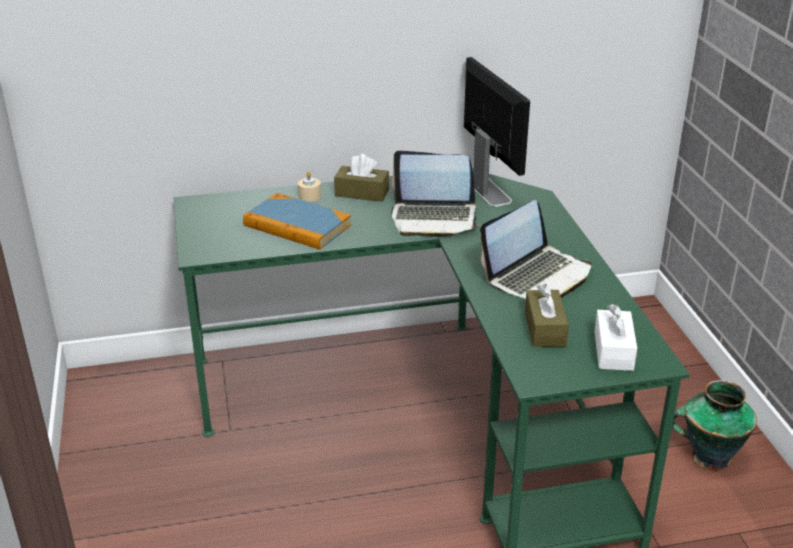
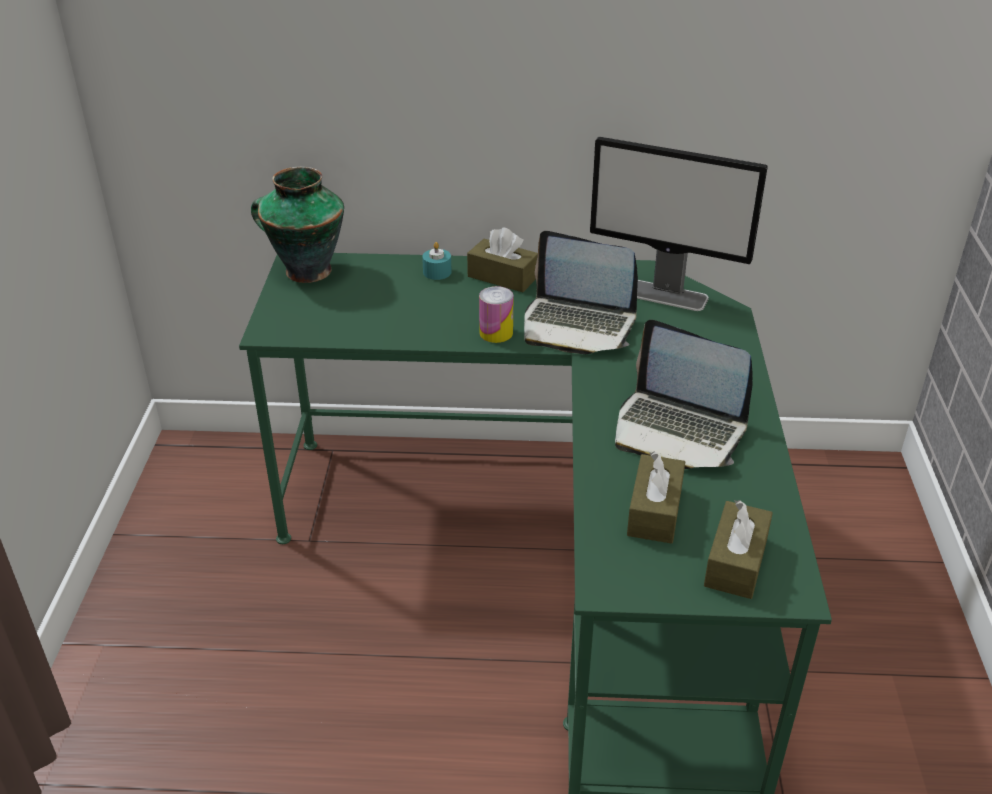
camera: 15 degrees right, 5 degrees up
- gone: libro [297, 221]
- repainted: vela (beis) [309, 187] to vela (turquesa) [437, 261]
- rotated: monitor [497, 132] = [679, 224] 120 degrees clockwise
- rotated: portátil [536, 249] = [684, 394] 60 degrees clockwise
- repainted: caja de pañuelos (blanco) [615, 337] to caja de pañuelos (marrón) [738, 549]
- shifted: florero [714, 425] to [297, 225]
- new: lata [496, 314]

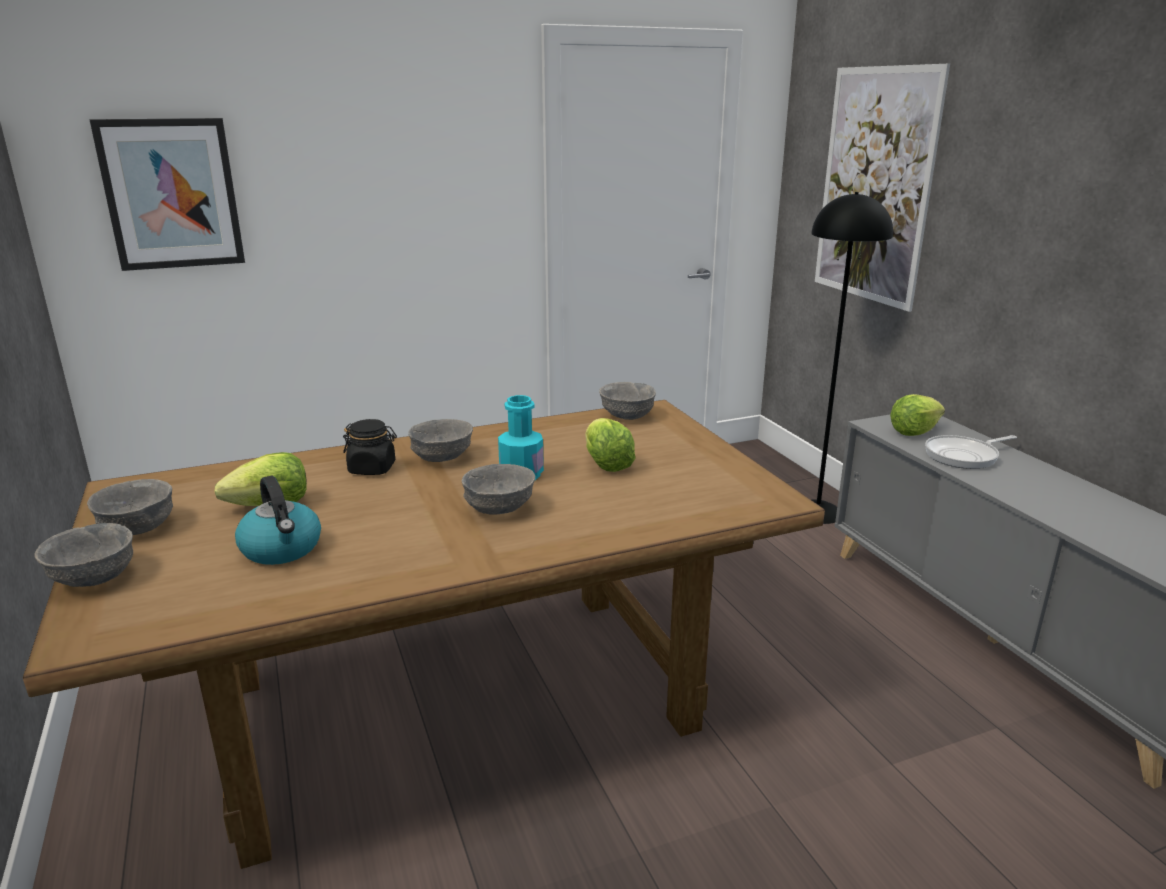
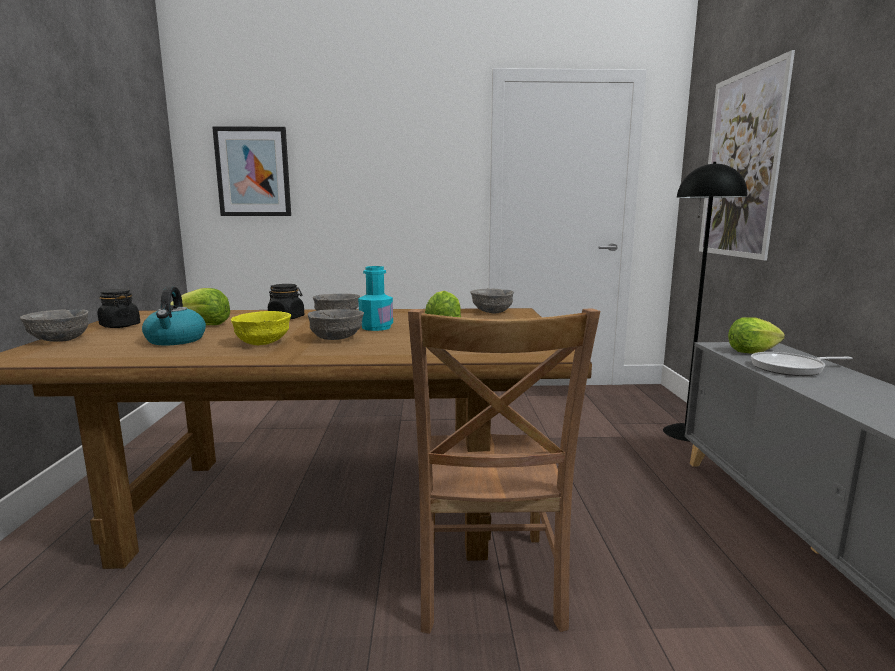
camera: 20 degrees right, 10 degrees down
- swapped: cuenco (gris) [130, 507] to tarro (negro) [118, 308]
- new: cuenco (amarillo) [261, 328]
- new: silla (marrón) [504, 471]

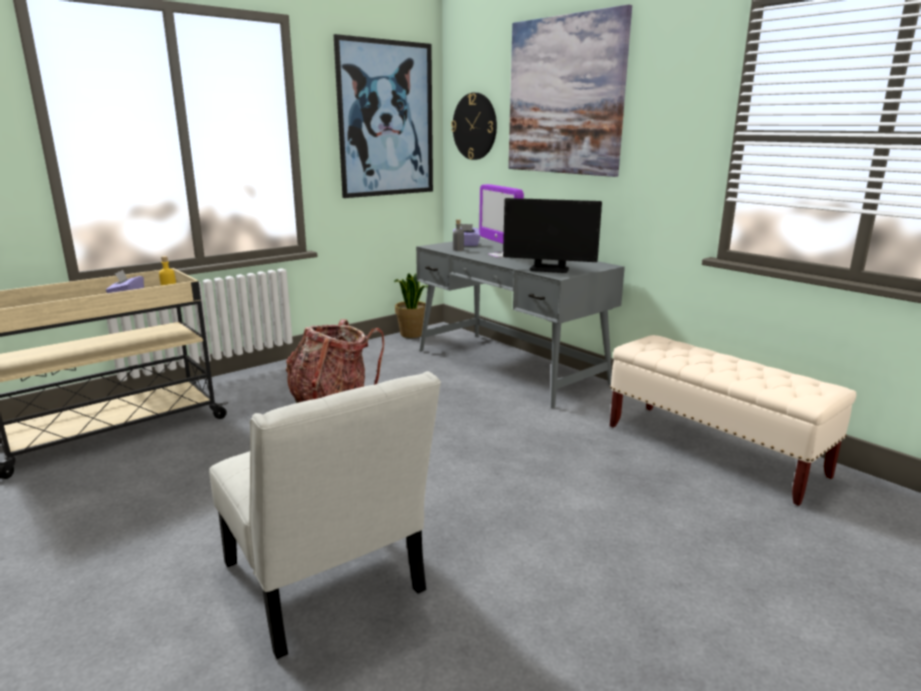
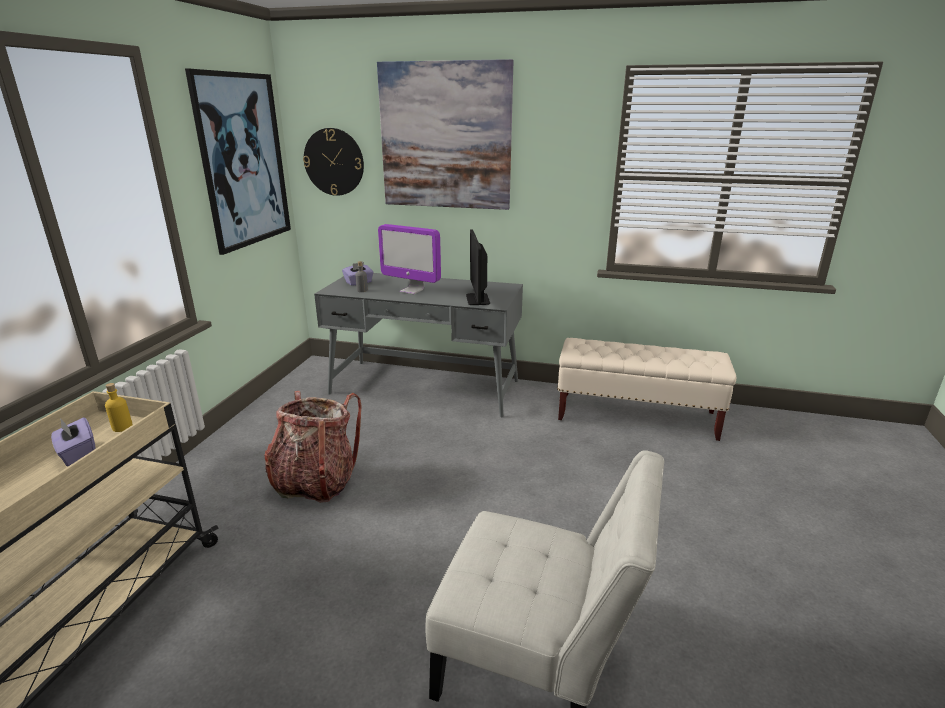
camera: 35 degrees left, 5 degrees up
- gone: planta en maceta [411, 305]
- rotated: monitor [552, 235] = [478, 267] 105 degrees clockwise

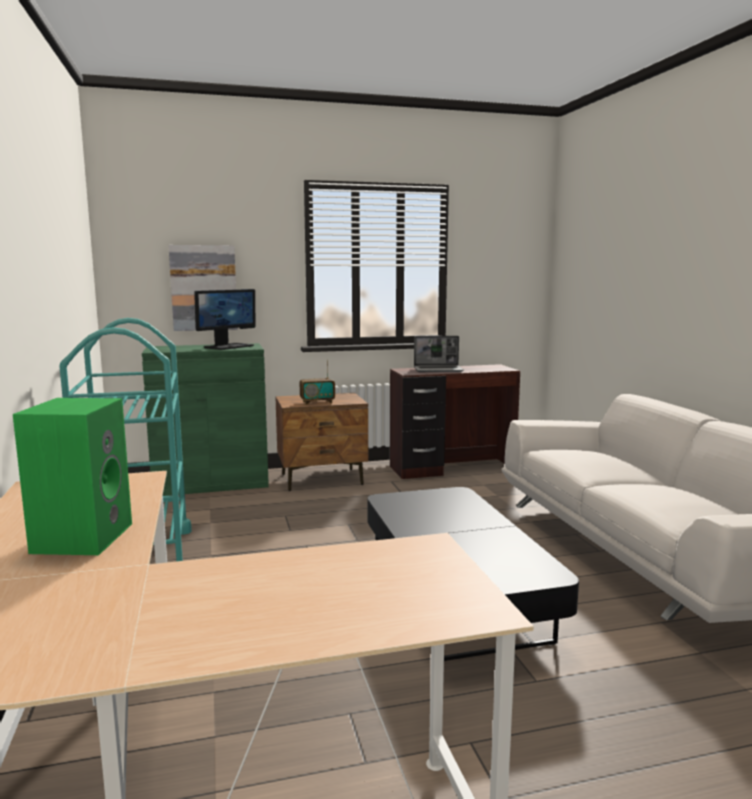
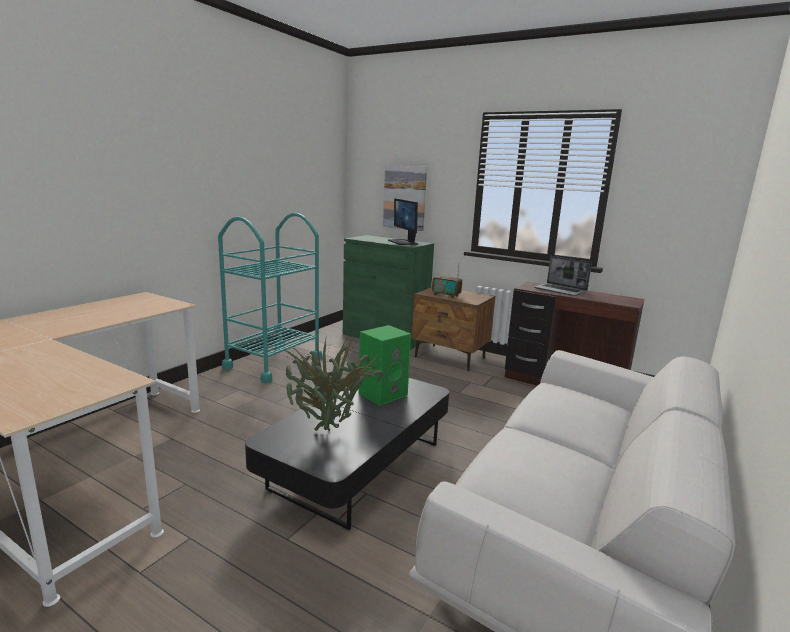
camera: 45 degrees right, 5 degrees up
- shifted: altavoz (verde) [72, 476] to [384, 365]
- rotated: monitor [224, 319] = [403, 221] 75 degrees clockwise
- new: planta en maceta [334, 383]

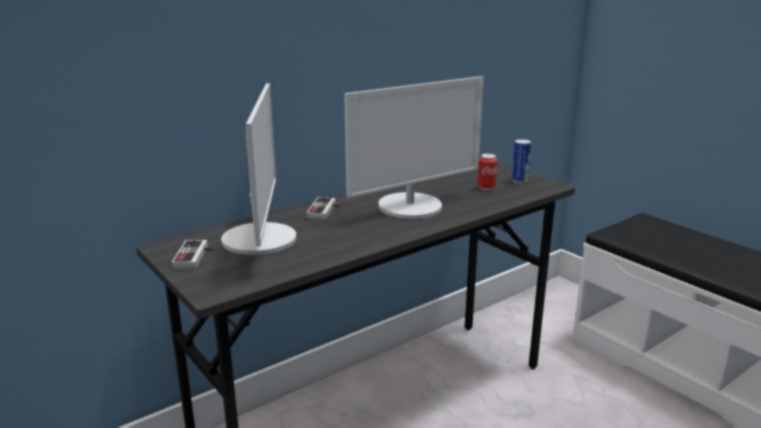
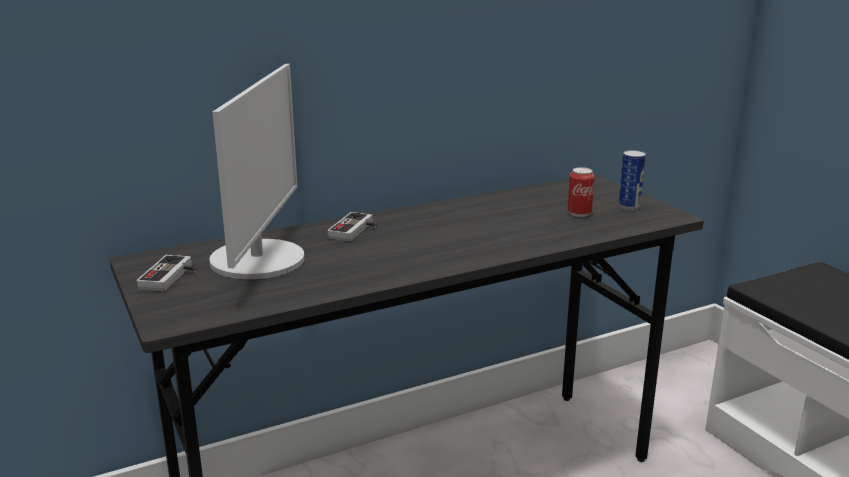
camera: 10 degrees right, 0 degrees up
- gone: monitor [414, 147]

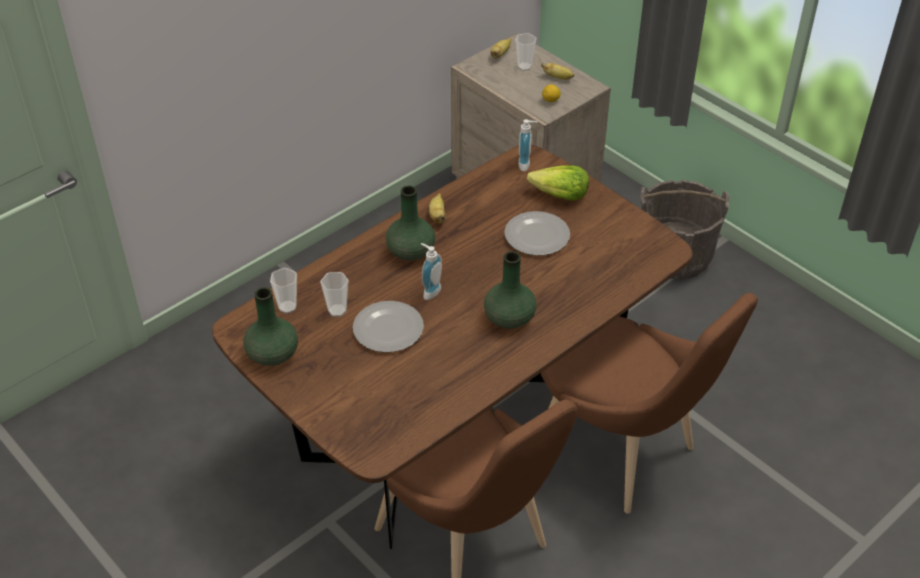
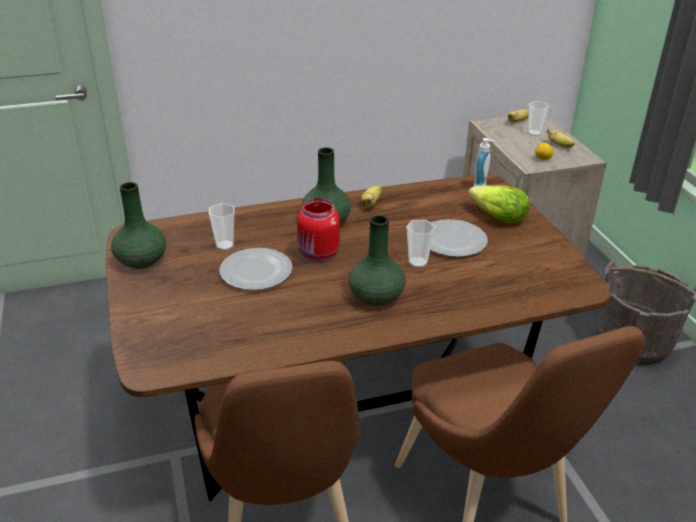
camera: 25 degrees right, 10 degrees down
- shifted: taza [283, 291] to [420, 243]
- swapped: dispensador de jabón [431, 271] to tarro (rojo) [318, 229]

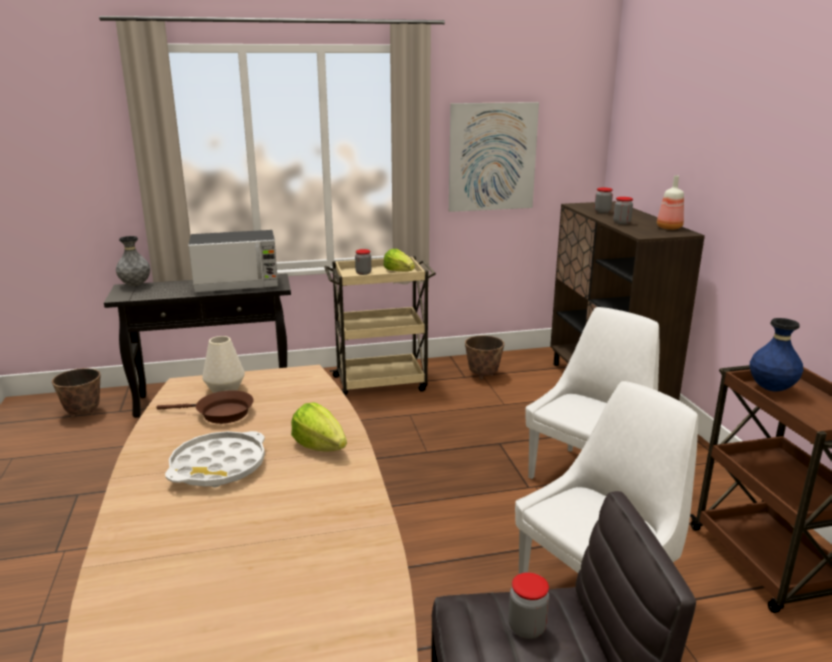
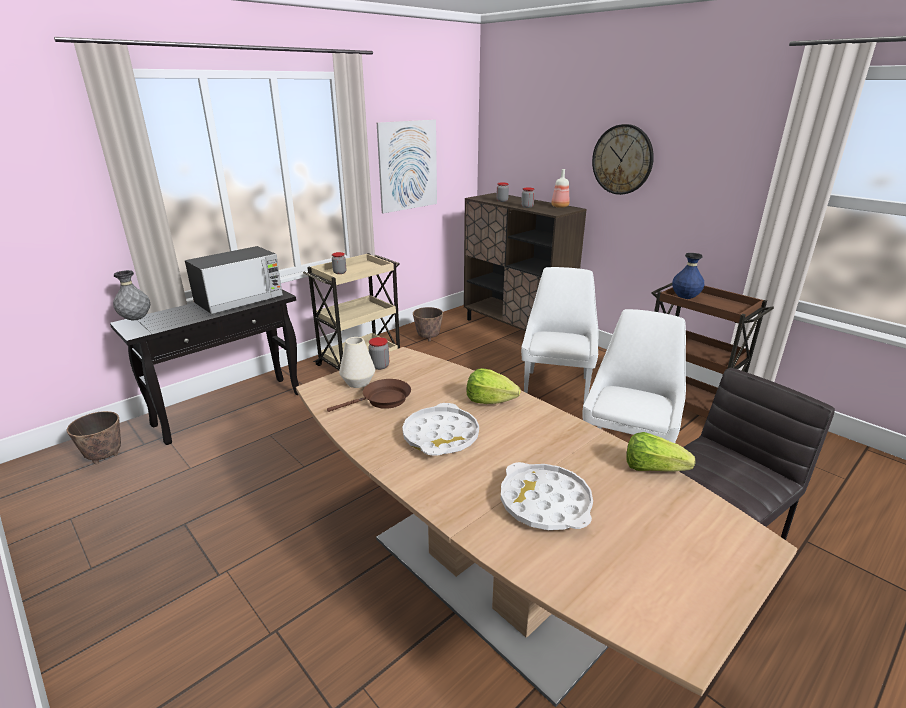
camera: 30 degrees left, 5 degrees up
- shifted: lechuga [399, 260] to [660, 452]
- shifted: tarro [528, 605] to [378, 353]
- new: bandeja (blanco) [547, 496]
- new: reloj de pared [623, 159]

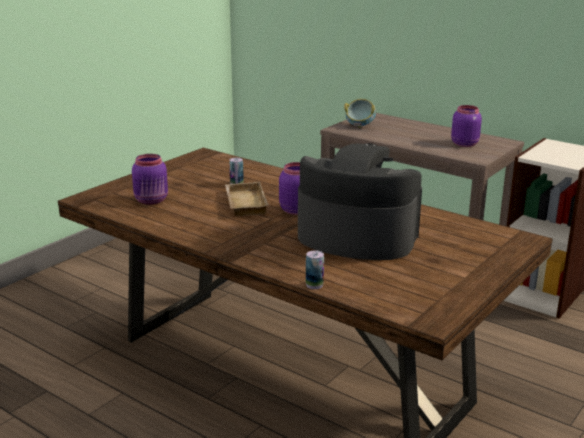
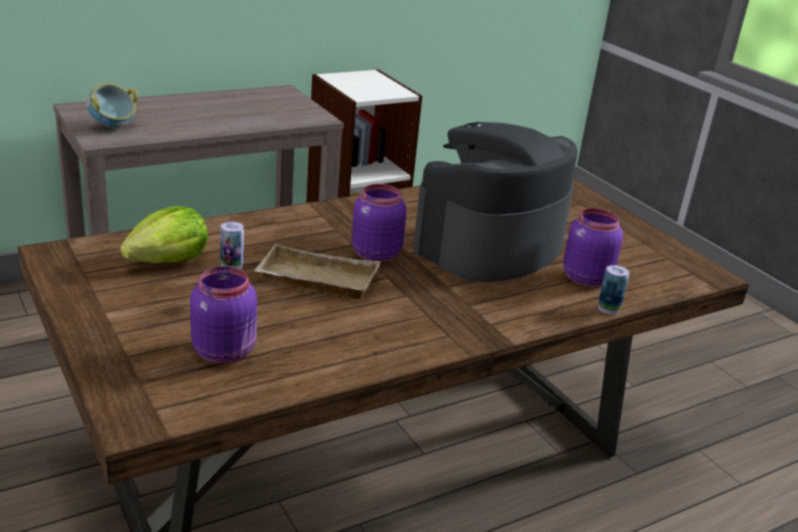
camera: 70 degrees left, 5 degrees up
- shifted: tarro (morado) [466, 126] to [593, 247]
- new: lechuga [164, 234]

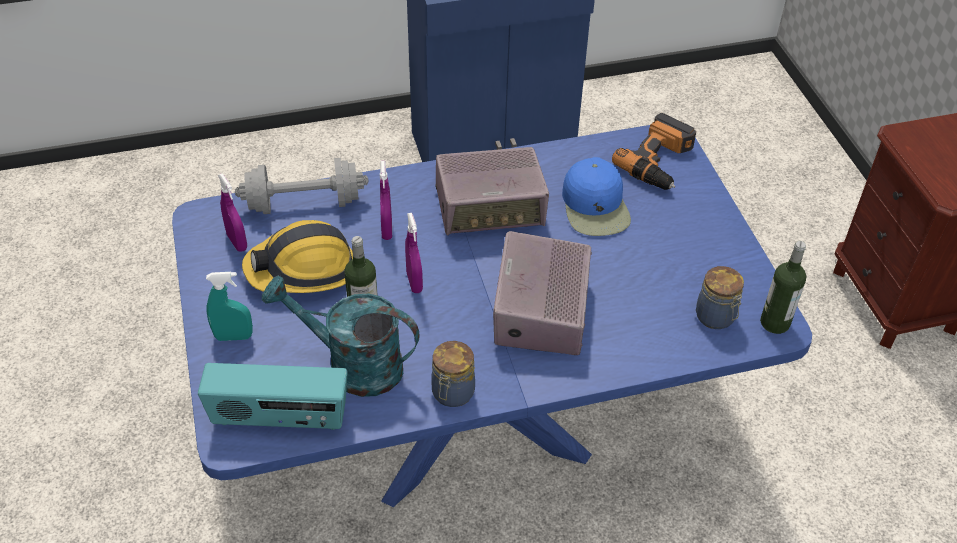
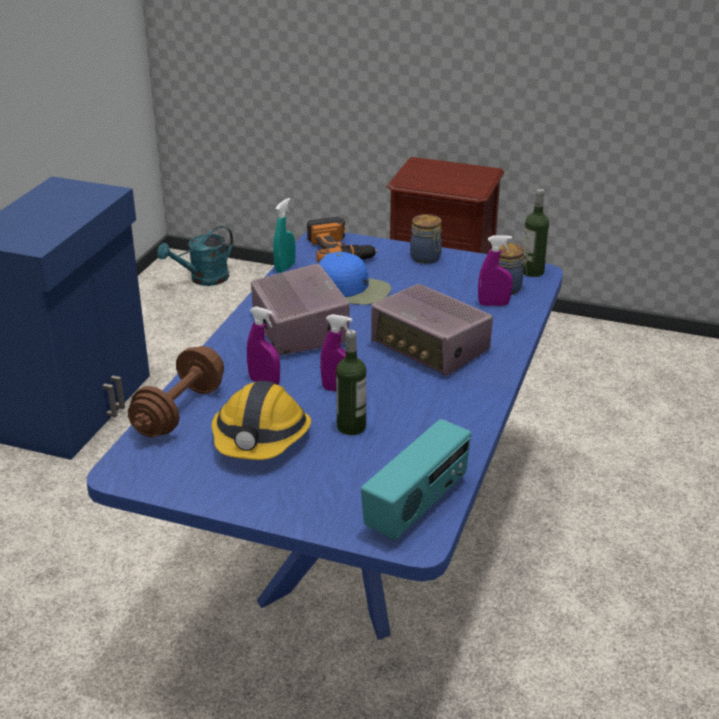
camera: 55 degrees left, 15 degrees down
- shifted: pulverizador (turquesa) [229, 306] to [284, 235]
- shifted: pulverizador (morado) [232, 213] to [495, 270]
- repainted: mancuerna (gris) [301, 186] to mancuerna (marrón) [176, 391]
- shifted: regadera (turquesa) [341, 336] to [195, 256]
- shifted: tarro [453, 374] to [426, 239]
- rotated: radio [492, 191] = [300, 309] 45 degrees counterclockwise

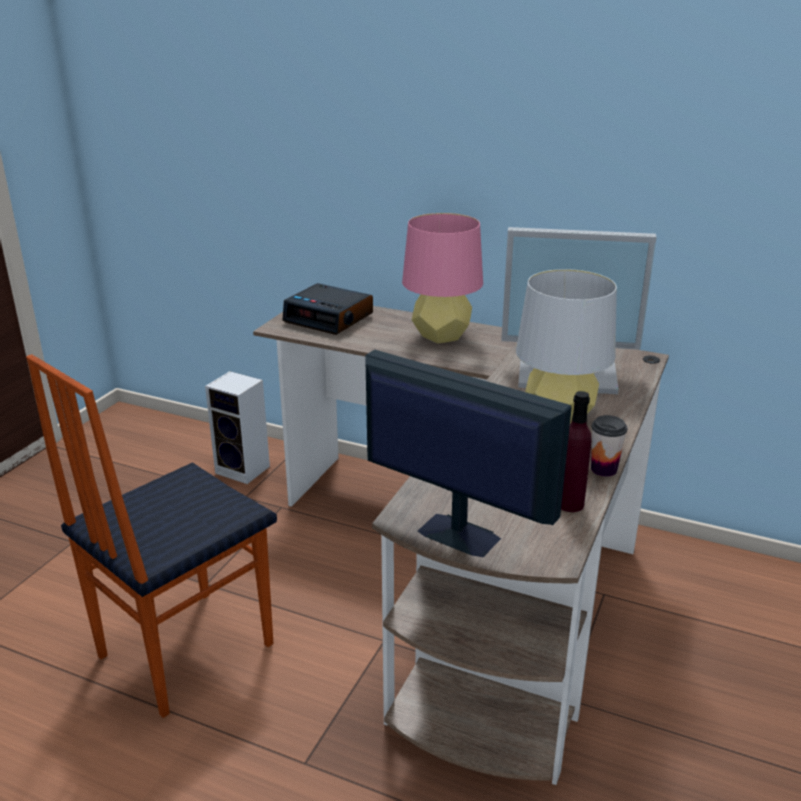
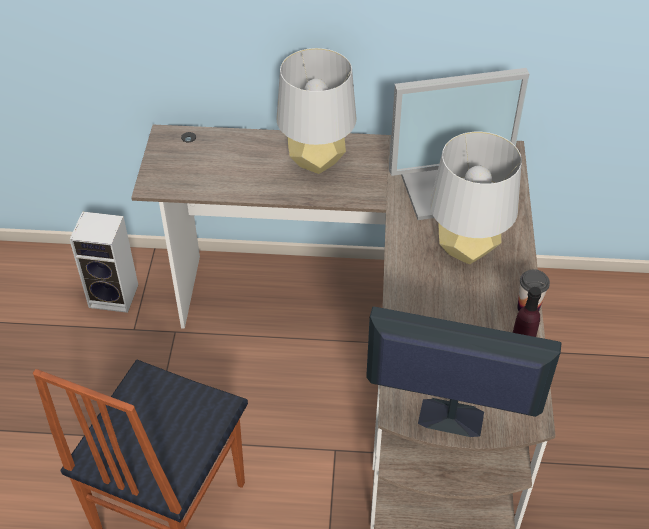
camera: 20 degrees left, 20 degrees up
- gone: despertador [328, 309]
- repainted: lámpara de mesa (rosa) [442, 278] to lámpara de mesa (gris) [316, 111]

